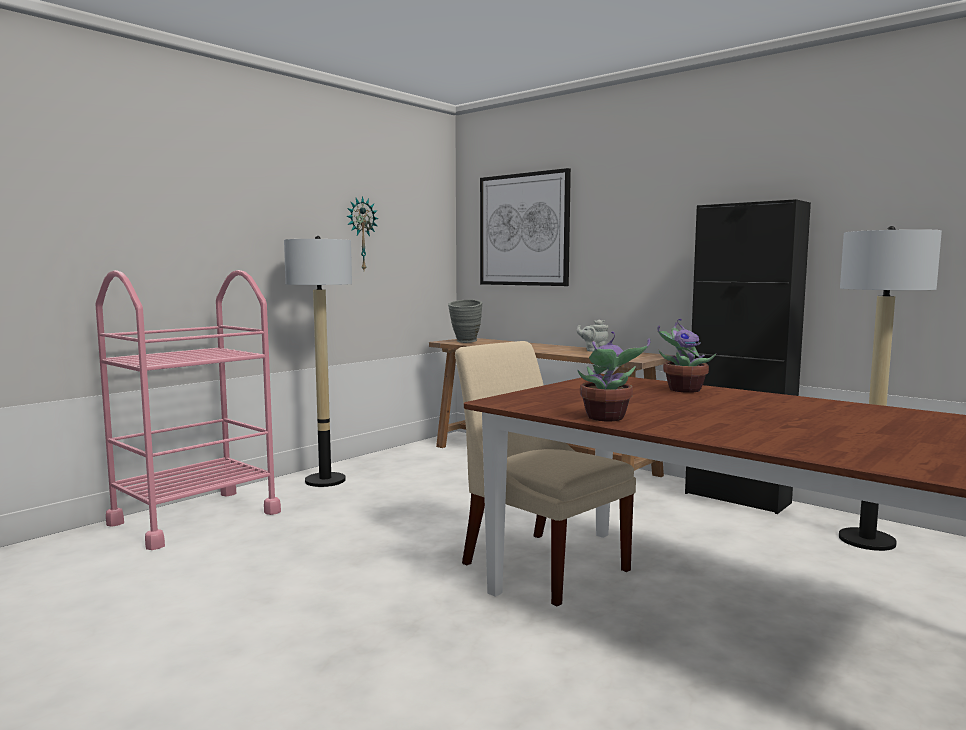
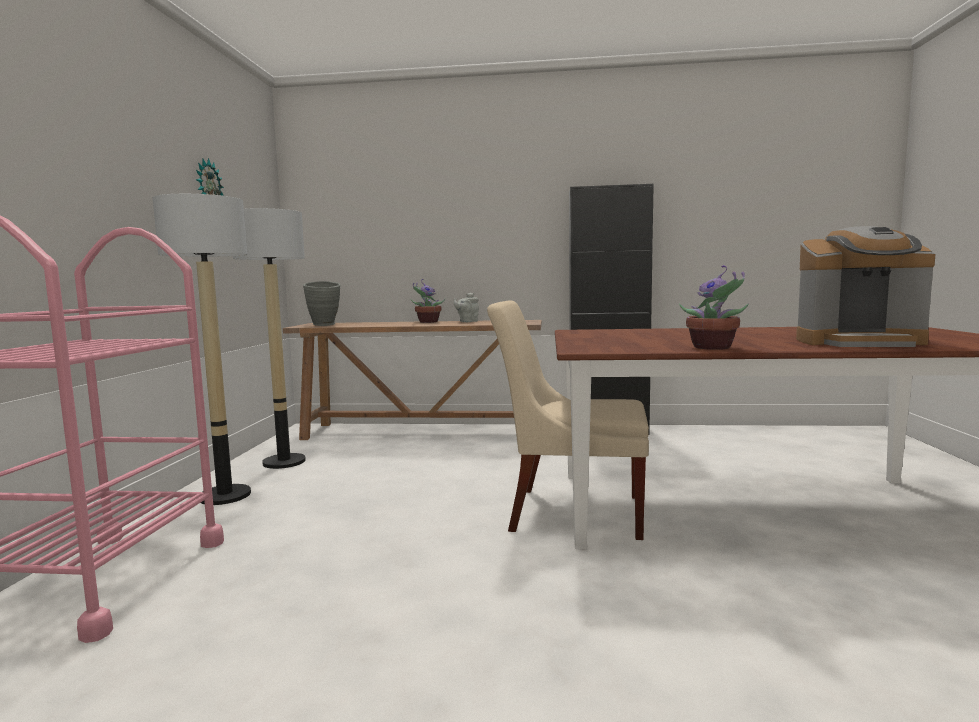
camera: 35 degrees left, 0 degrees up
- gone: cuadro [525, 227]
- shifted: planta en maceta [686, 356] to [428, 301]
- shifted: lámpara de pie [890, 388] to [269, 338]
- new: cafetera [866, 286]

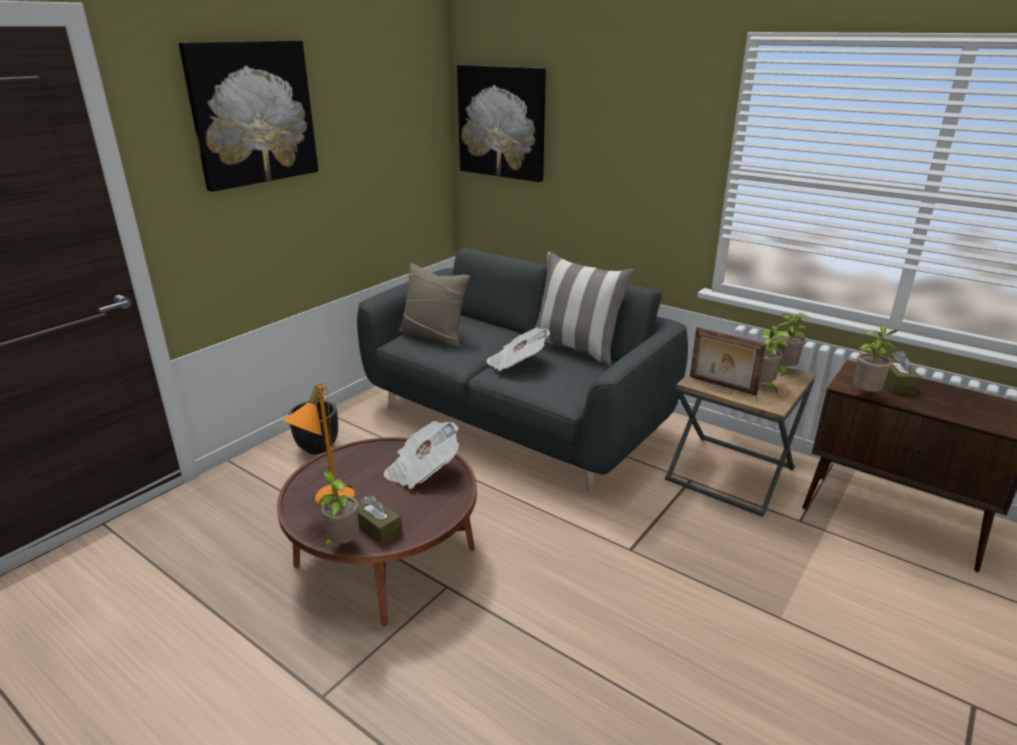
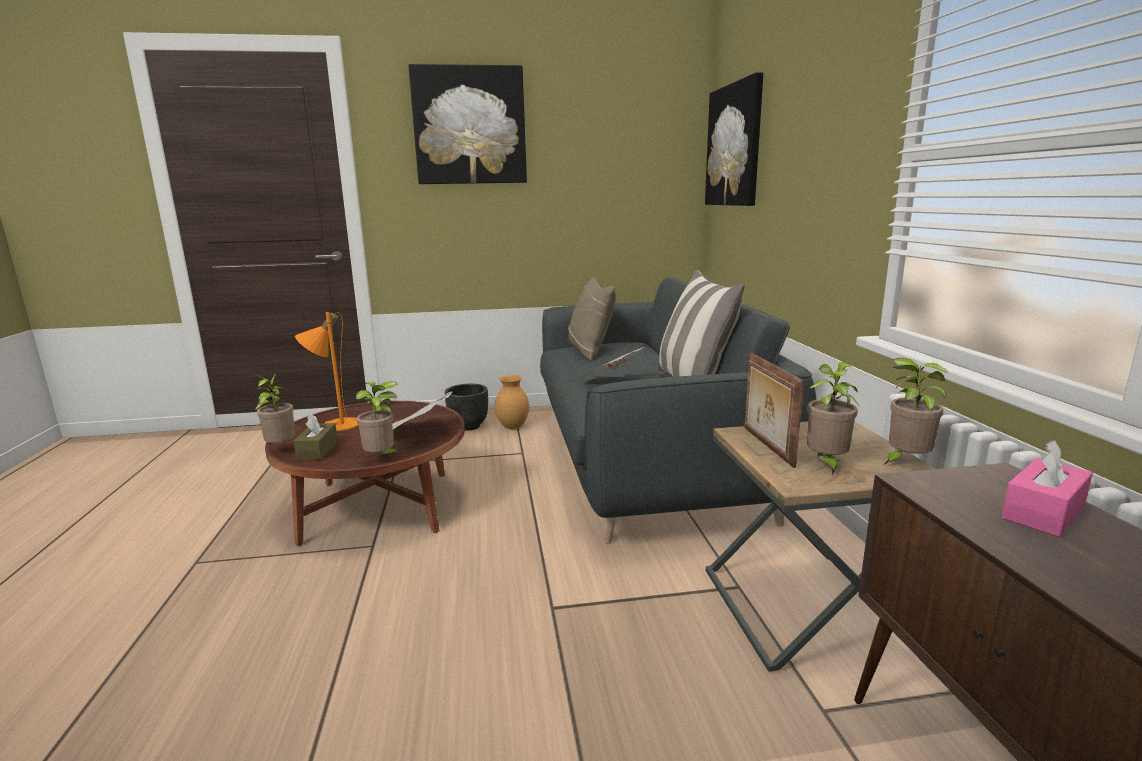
camera: 45 degrees right, 10 degrees down
- shifted: planta en maceta [875, 358] to [379, 418]
- repainted: caja de pañuelos (marrón) [903, 372] to caja de pañuelos (rosa) [1047, 488]
- new: florero (marrón) [512, 402]

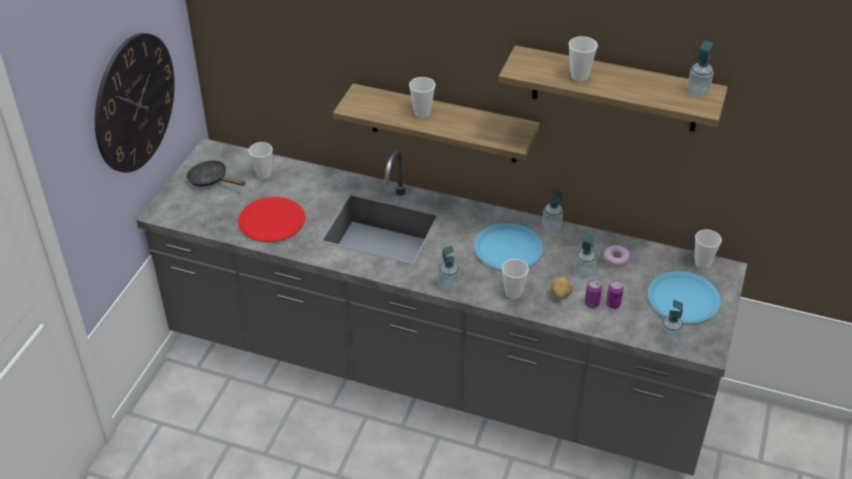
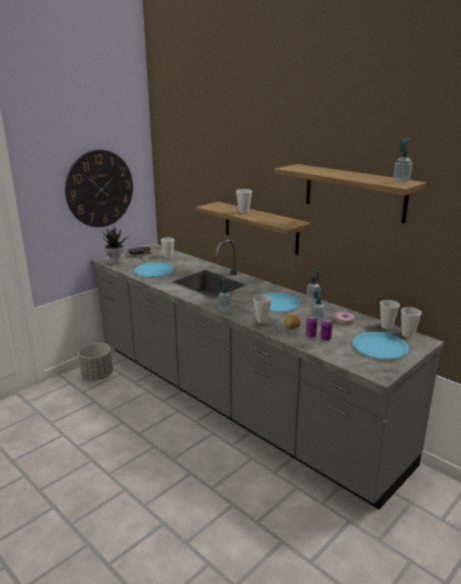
camera: 25 degrees right, 20 degrees down
- repainted: plato (rojo) [271, 219] to plato (azul) [154, 270]
- shifted: taza [583, 58] to [390, 314]
- gone: dispensador de jabón [671, 323]
- new: maceta (gris) [95, 361]
- new: planta en maceta [114, 245]

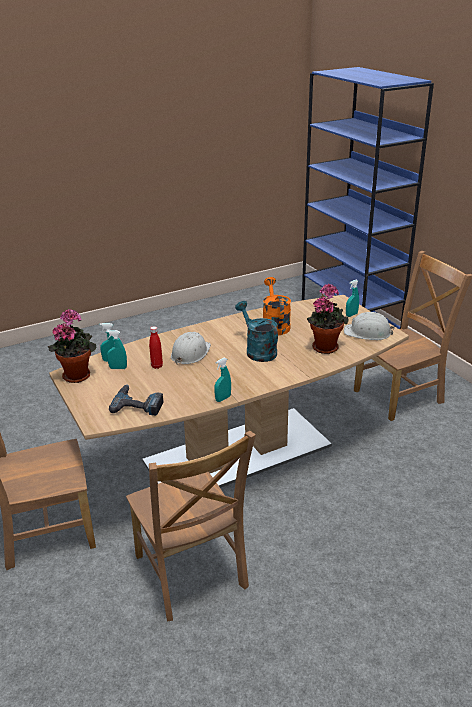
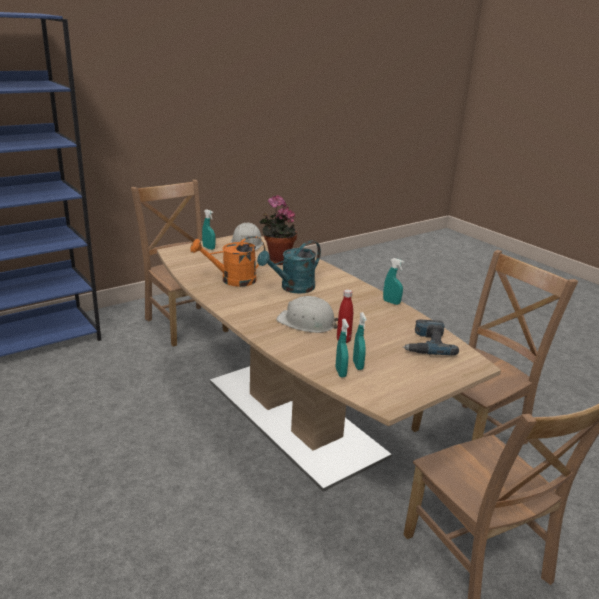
camera: 100 degrees left, 5 degrees down
- gone: planta en maceta [72, 346]

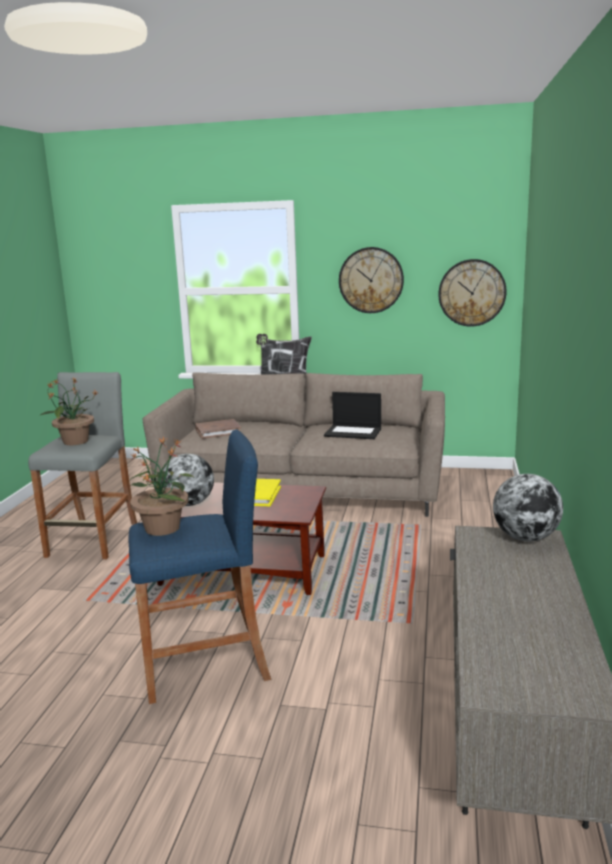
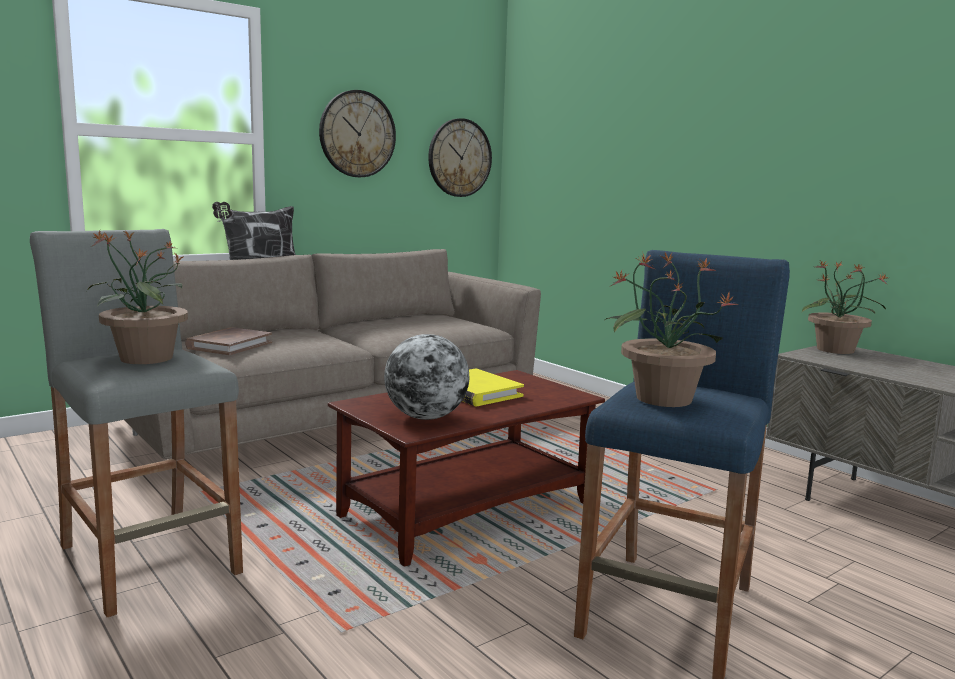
camera: 50 degrees left, 5 degrees down
- gone: portátil [352, 415]
- swapped: globo terráqueo [528, 507] to planta en maceta [845, 307]

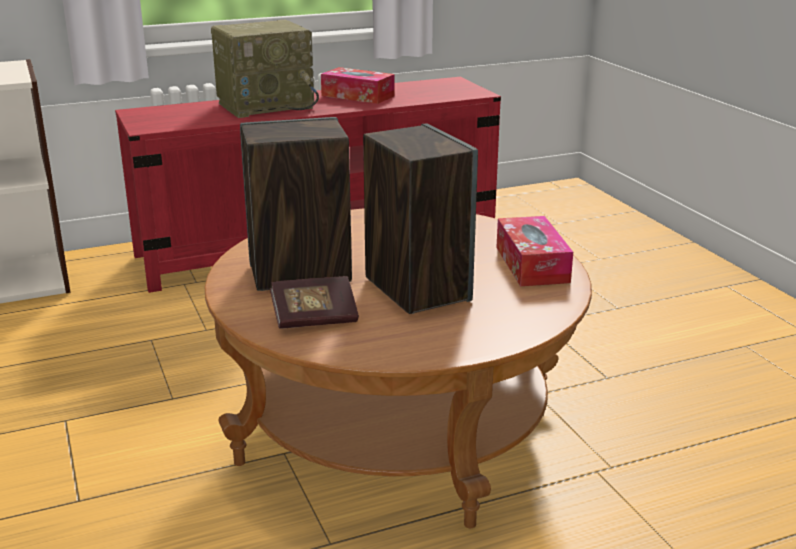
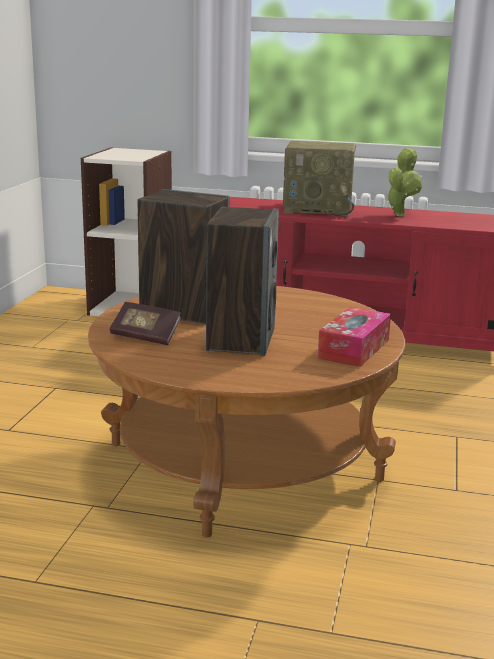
camera: 35 degrees right, 5 degrees down
- swapped: caja de pañuelos [358, 85] to planta en maceta [404, 181]

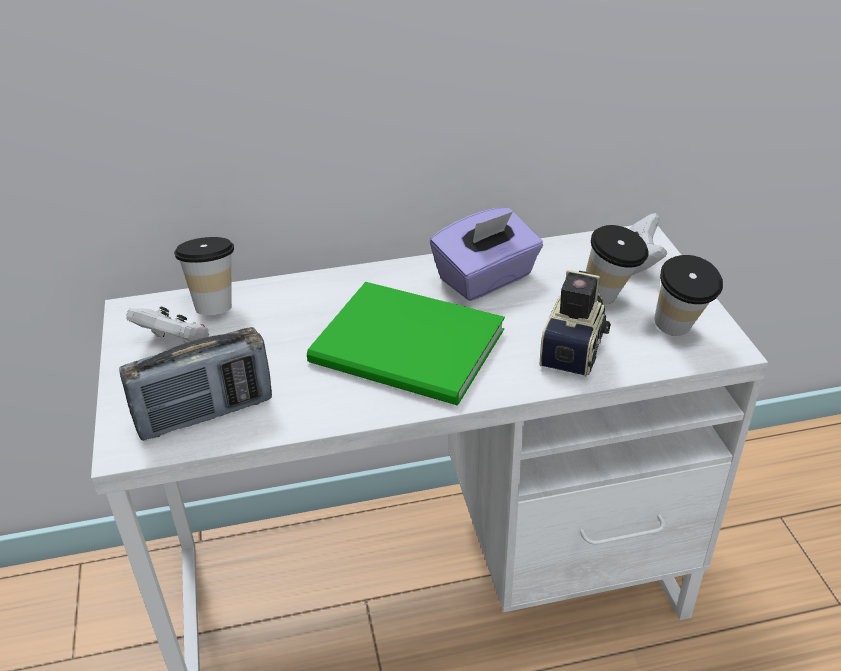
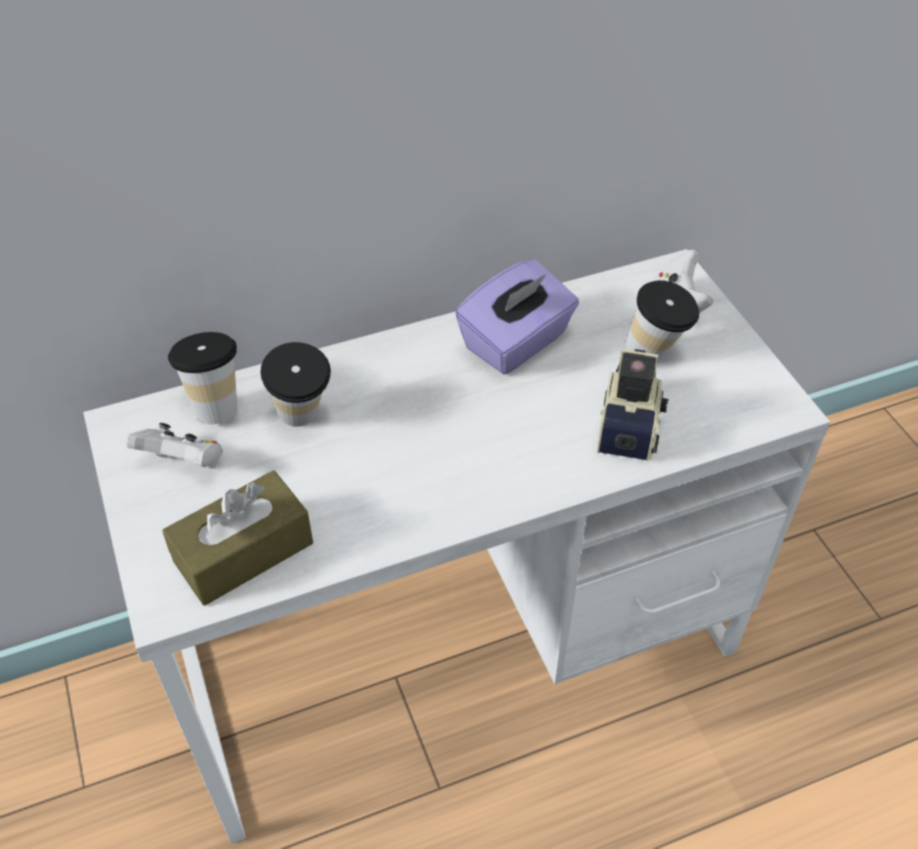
camera: 10 degrees left, 10 degrees up
- swapped: radio [195, 384] to caja de pañuelos (marrón) [237, 538]
- gone: libro (verde) [406, 344]
- shifted: taza [688, 295] to [295, 384]

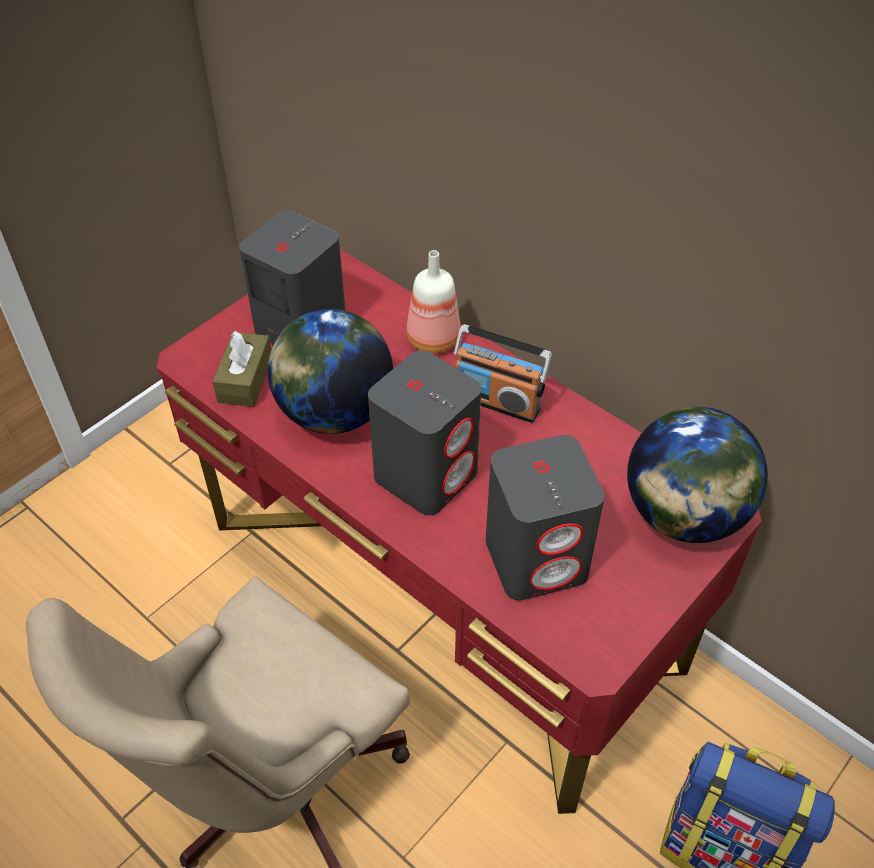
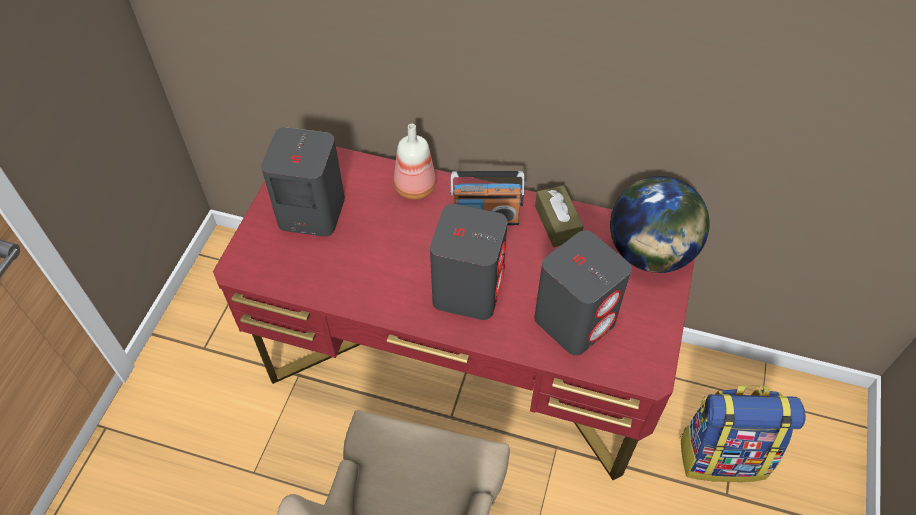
camera: 25 degrees left, 5 degrees up
- shifted: caja de pañuelos (marrón) [242, 369] to [559, 216]
- gone: globo terráqueo [330, 371]

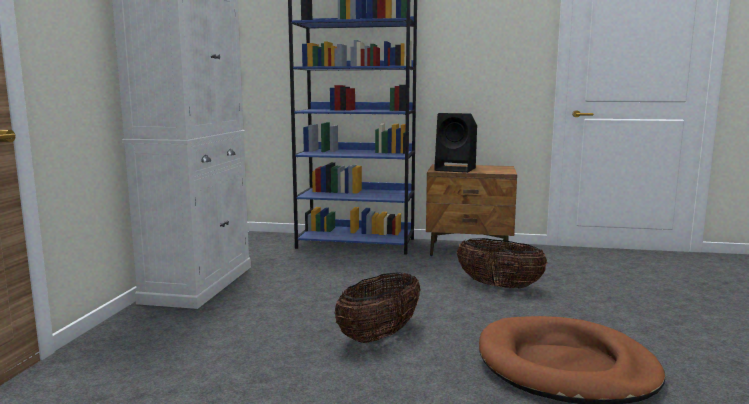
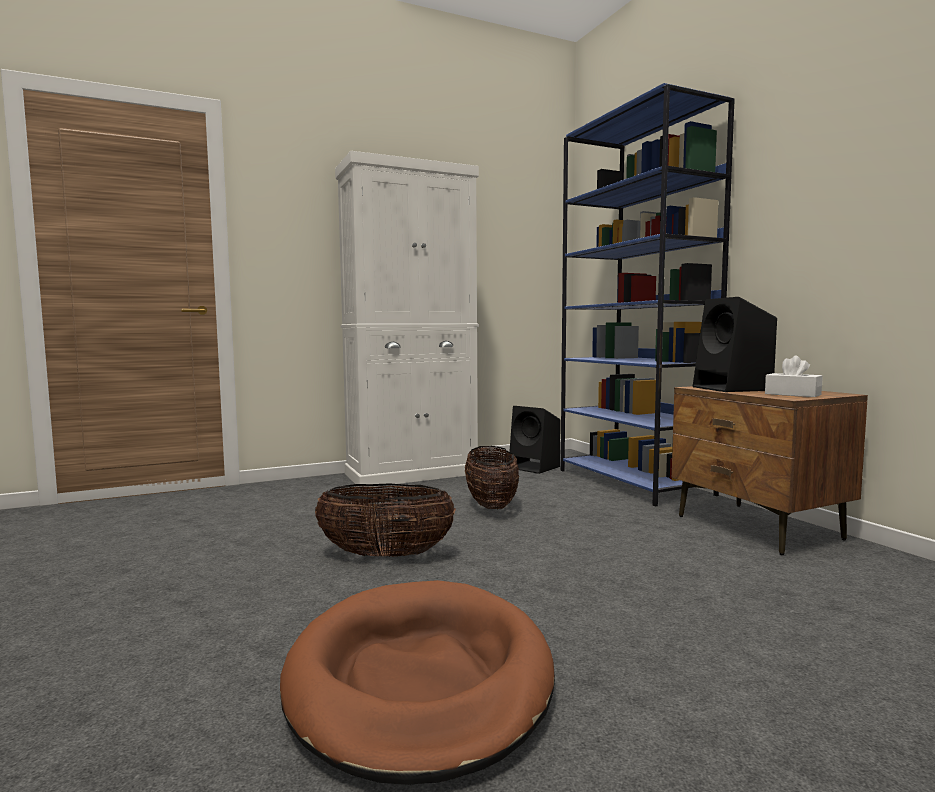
camera: 55 degrees right, 5 degrees down
- shifted: cesta [502, 263] to [492, 477]
- new: altavoz (negro) [535, 440]
- new: caja de pañuelos (blanco) [794, 376]

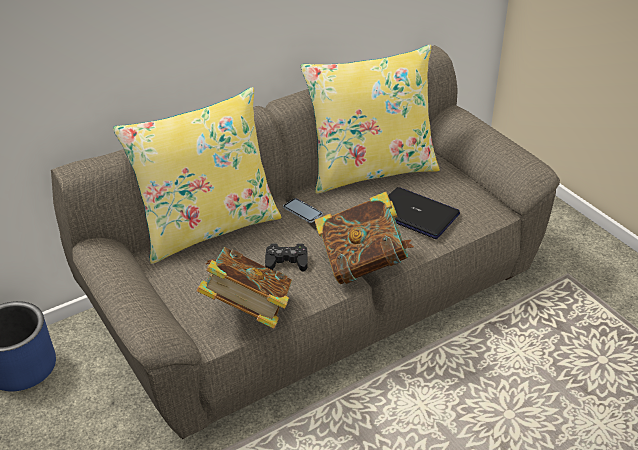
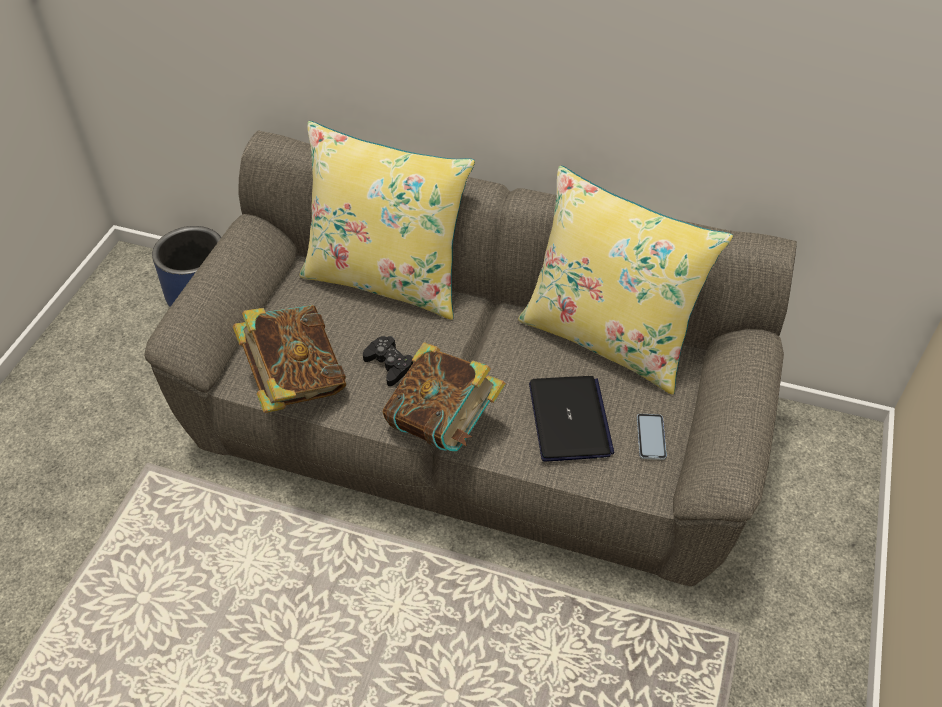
camera: 50 degrees right, 10 degrees up
- shifted: móvil [303, 210] to [652, 437]

